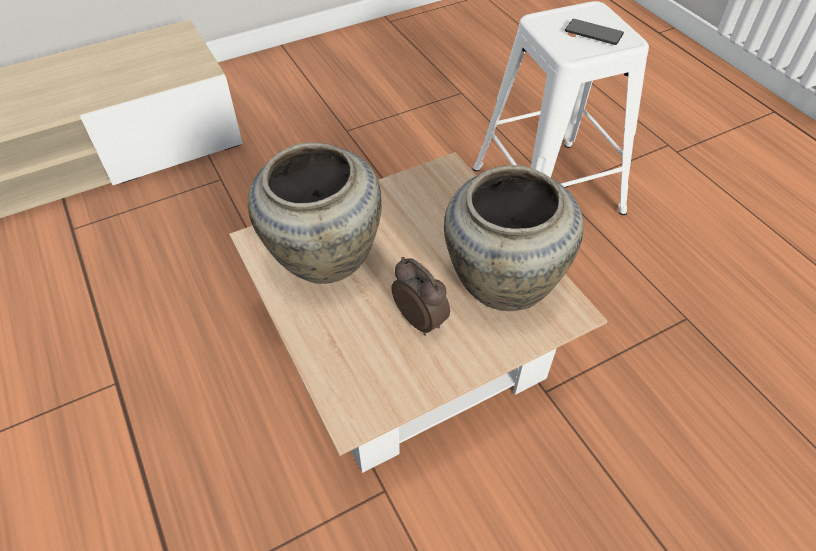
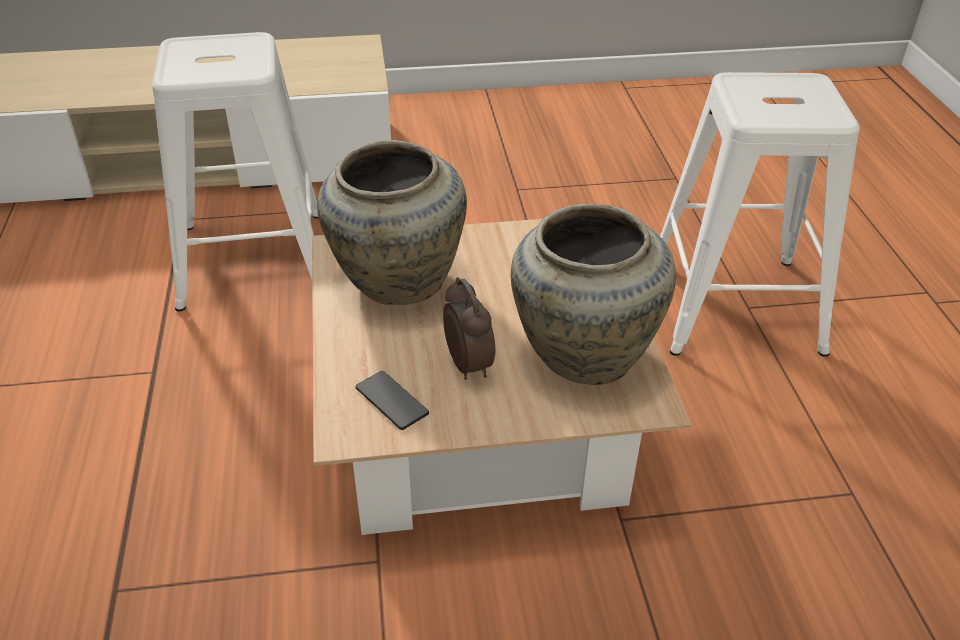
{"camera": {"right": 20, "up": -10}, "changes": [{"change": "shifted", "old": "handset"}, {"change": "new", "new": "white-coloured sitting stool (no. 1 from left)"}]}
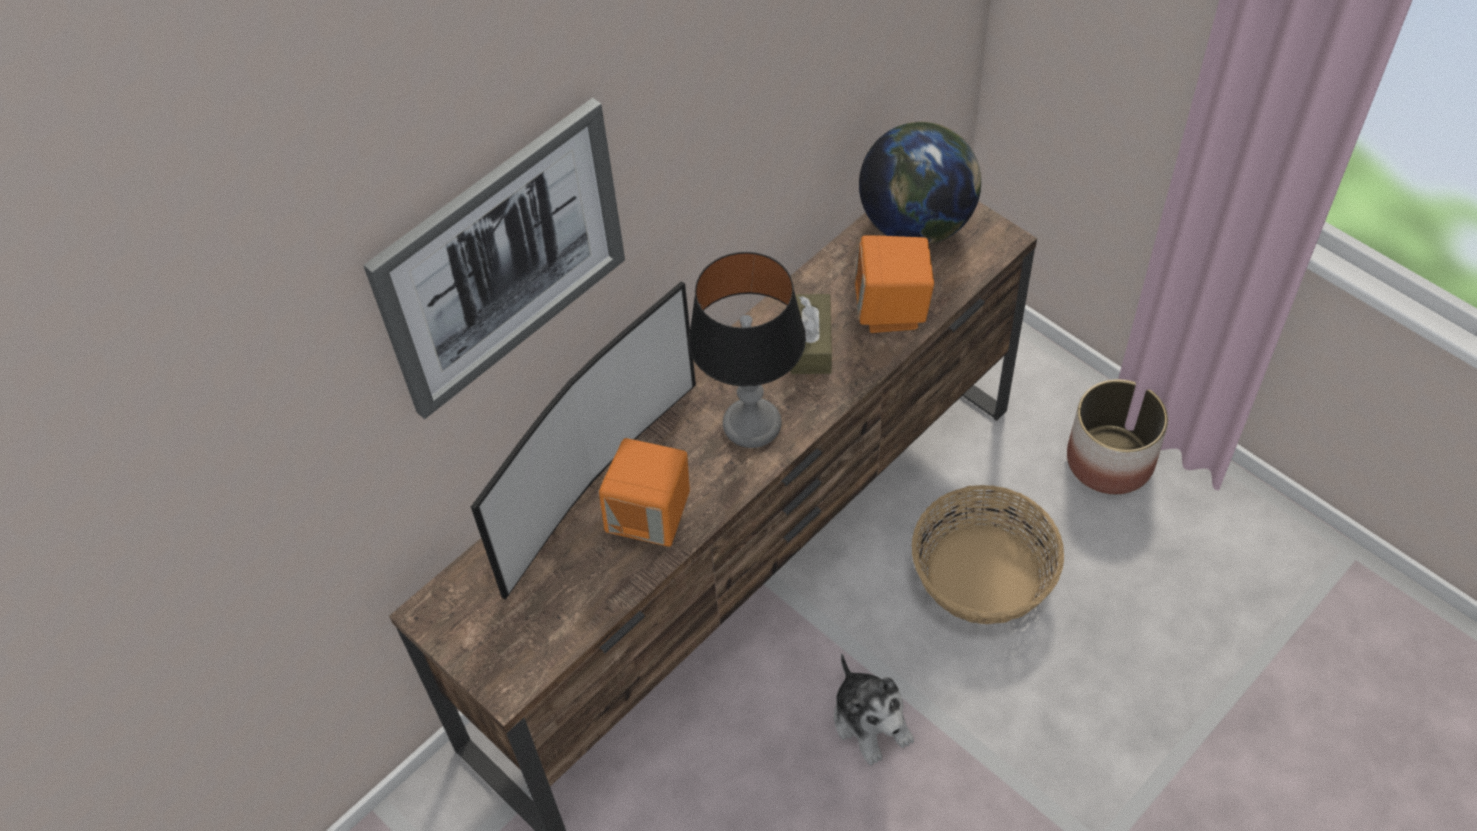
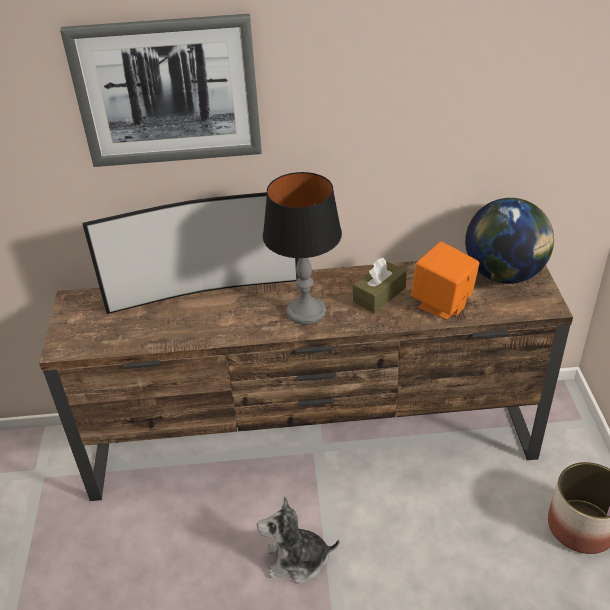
{"camera": {"right": 40, "up": -15}, "changes": [{"change": "gone", "old": "orange speaker (no. 1 from left)"}, {"change": "rotated", "old": "cuddly toy", "degrees": 75}, {"change": "gone", "old": "basket"}]}
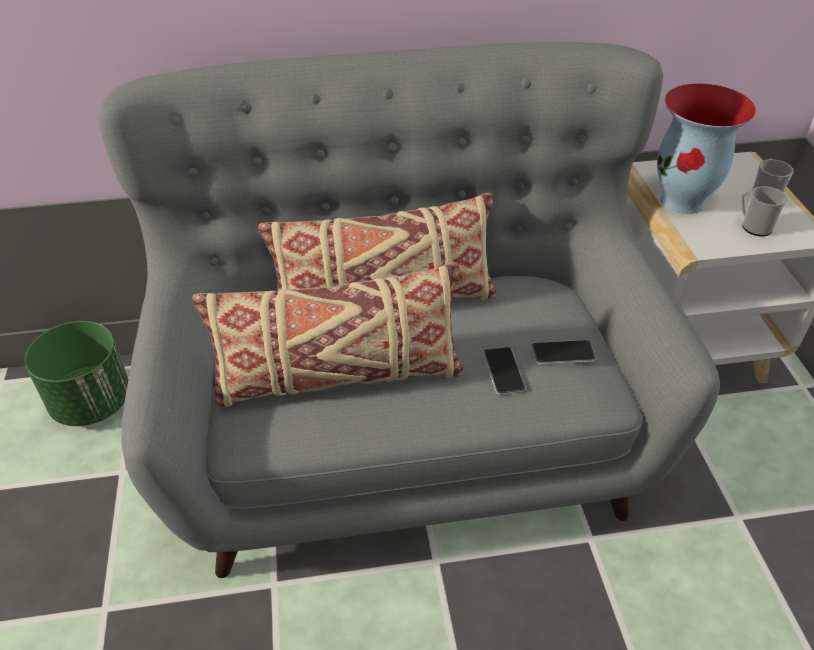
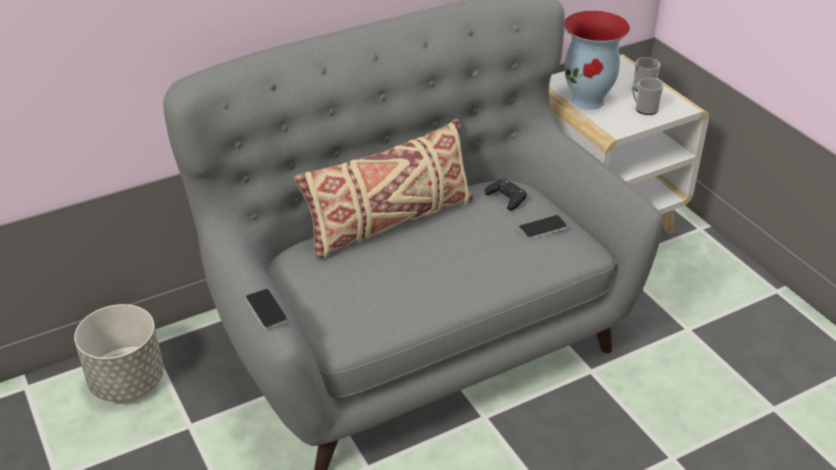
{"camera": {"right": -20, "up": -5}, "changes": [{"change": "repainted", "old": "green flower pot", "new": "gray flower pot"}, {"change": "gone", "old": "sand-coloured pillow (no. 1 from left)"}, {"change": "shifted", "old": "handset (no. 1 from left)"}, {"change": "new", "new": "black-coloured joypad"}]}
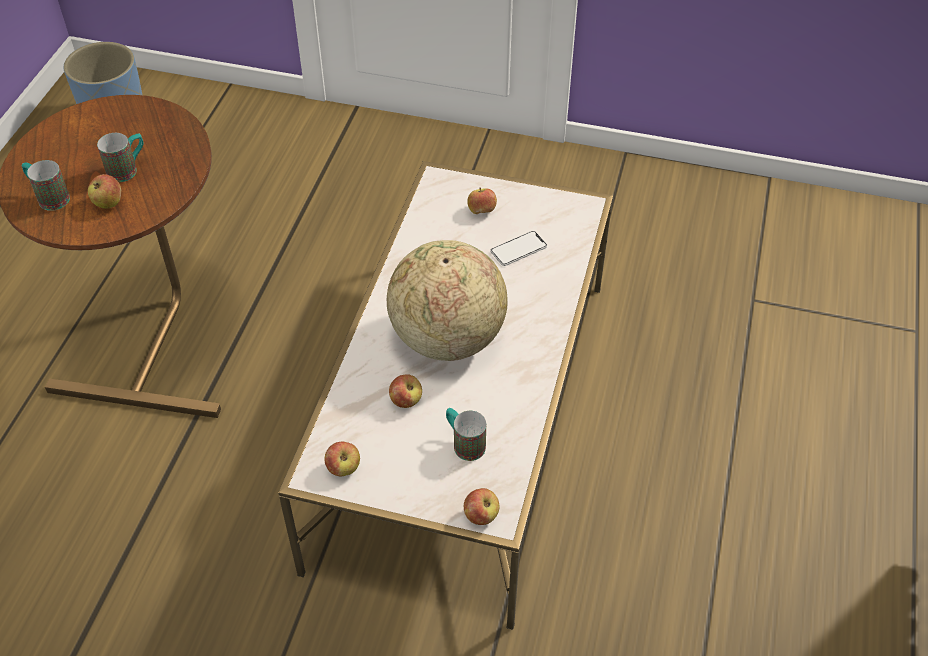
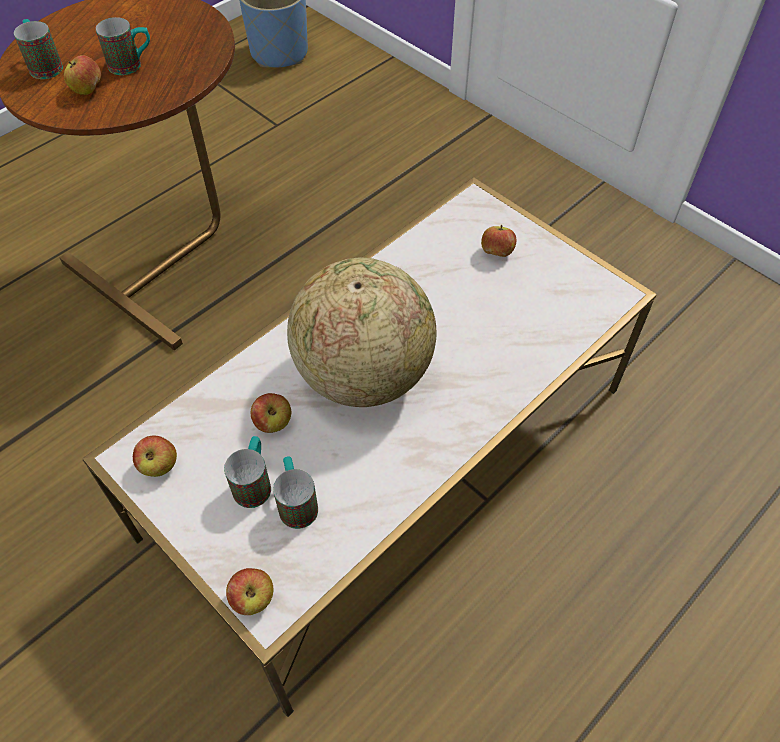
{"camera": {"right": 30, "up": 5}, "changes": [{"change": "gone", "old": "handset"}, {"change": "new", "new": "mug (no. 3 from left)"}]}
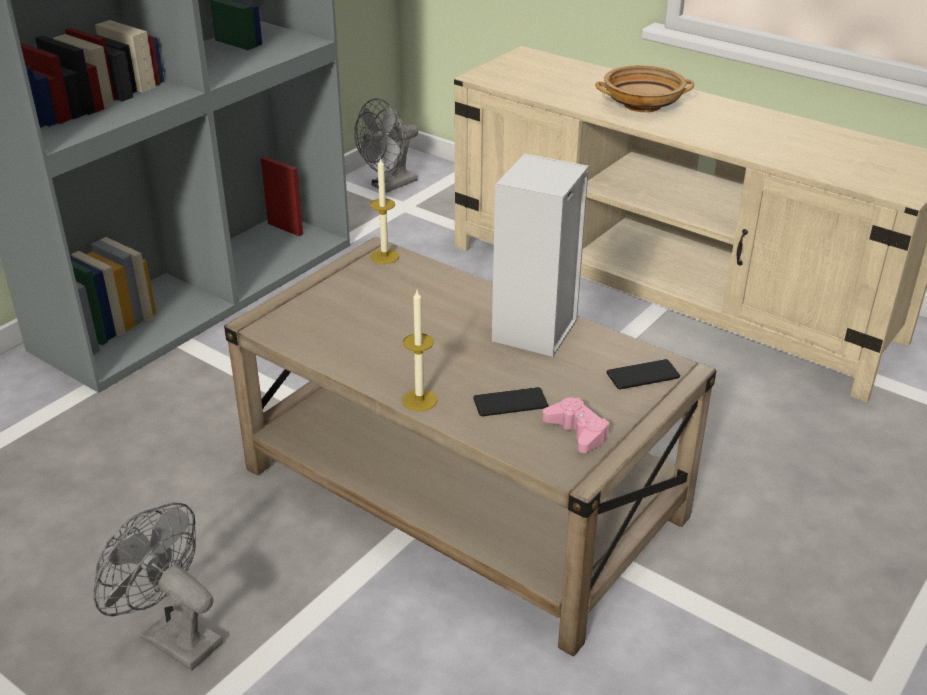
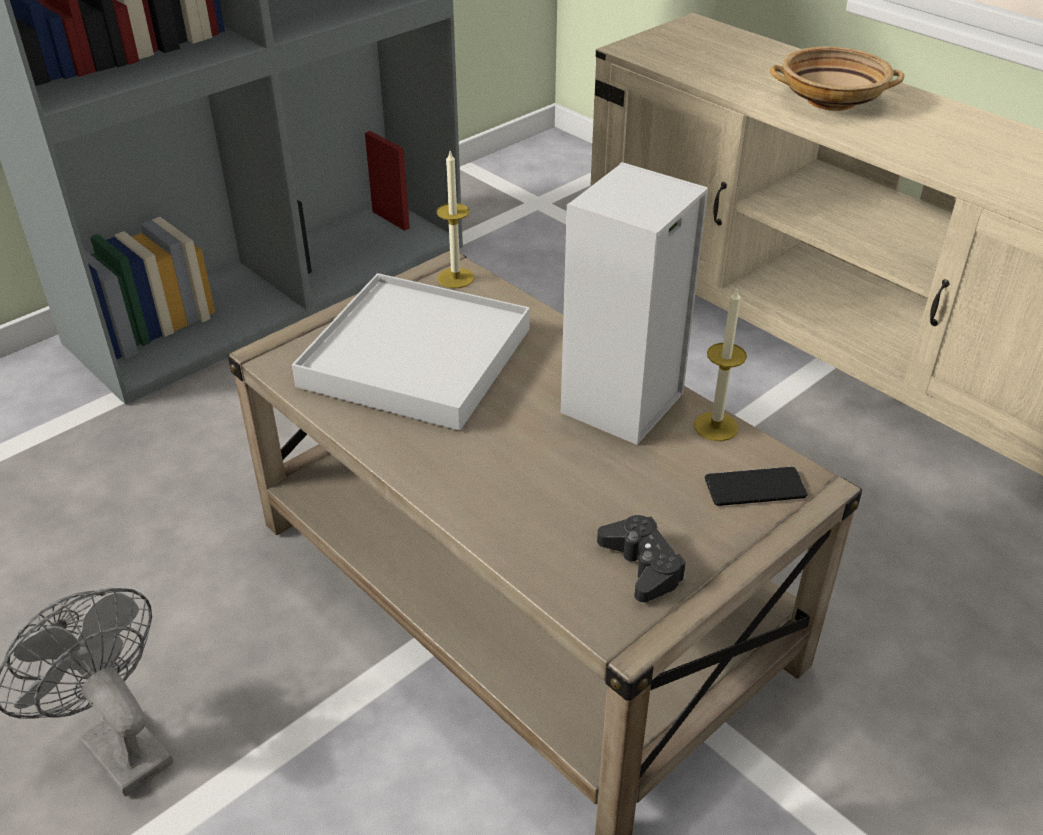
{"camera": {"right": 10, "up": 5}, "changes": [{"change": "gone", "old": "gray cooling fan (no. 2 from left)"}, {"change": "shifted", "old": "wax light (no. 2 from left)"}, {"change": "gone", "old": "handset (no. 1 from left)"}, {"change": "repainted", "old": "pinkish joypad", "new": "black-coloured joypad"}, {"change": "new", "new": "white-coloured carrying tray"}]}
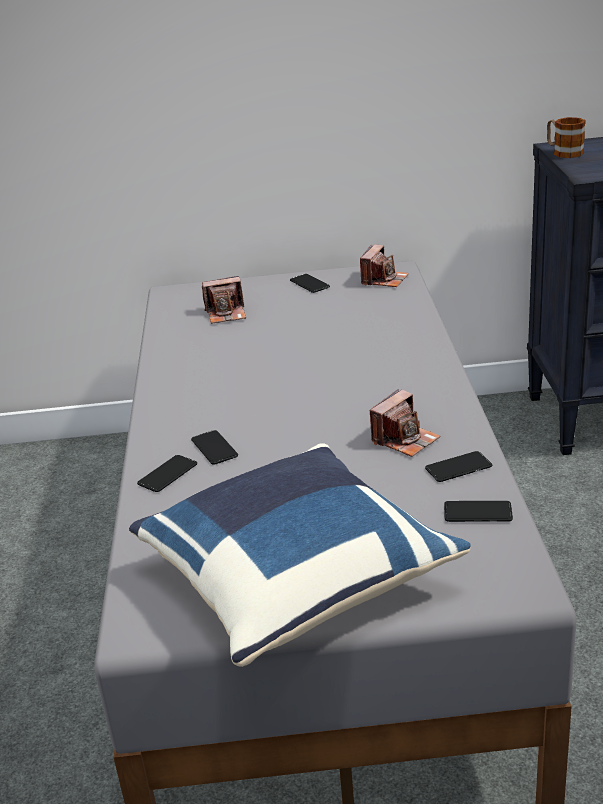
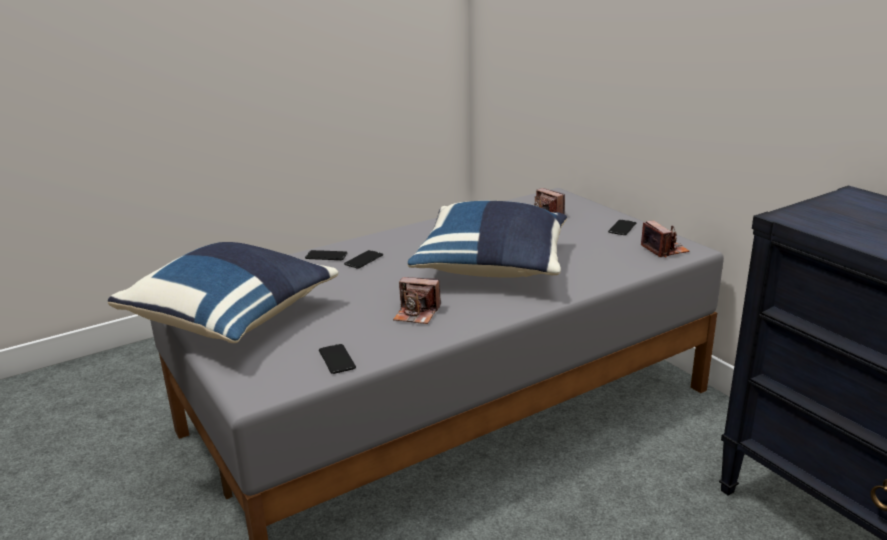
{"camera": {"right": 60, "up": -5}, "changes": [{"change": "rotated", "old": "still camera (no. 2 from left in the first image)", "degrees": -105}, {"change": "gone", "old": "handset (no. 4 from left)"}, {"change": "gone", "old": "mug"}, {"change": "new", "new": "blue-coloured pillow (no. 2 from left)"}]}
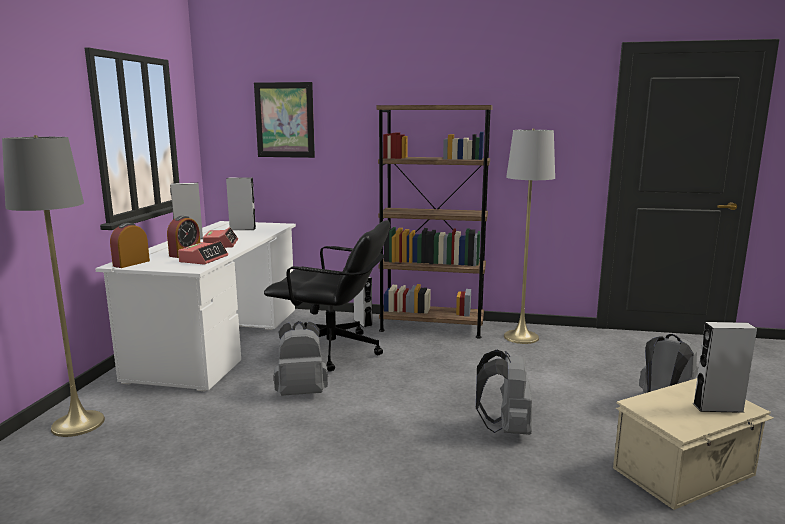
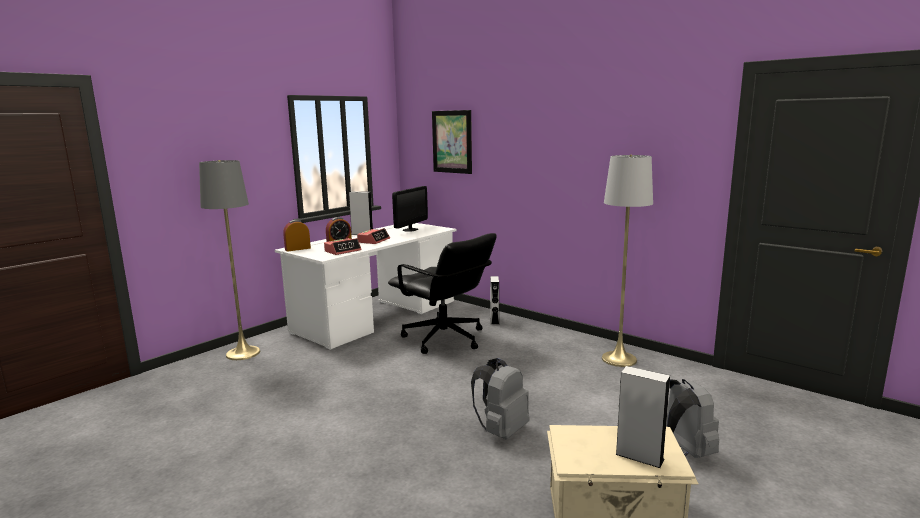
{"camera": {"right": 30, "up": 0}, "changes": [{"change": "swapped", "old": "gray speaker (no. 2 from left)", "new": "monitor"}, {"change": "gone", "old": "gray rucksack (no. 1 from left)"}, {"change": "gone", "old": "brown bookshelf"}]}
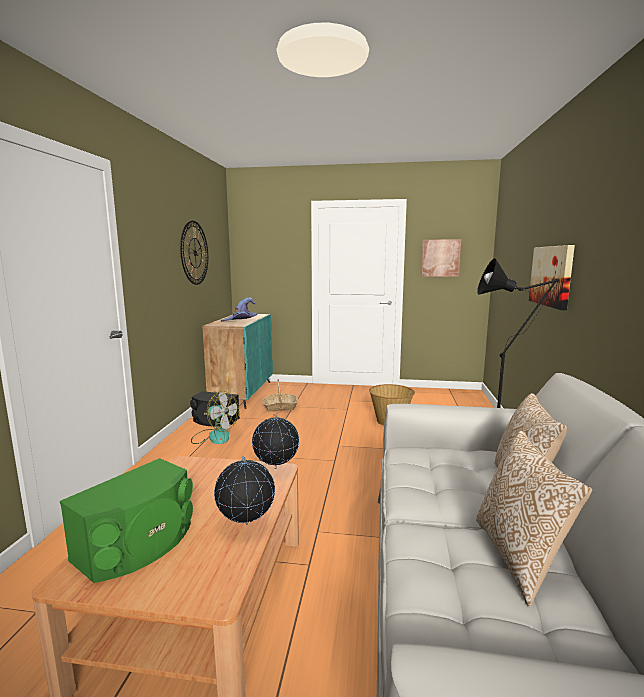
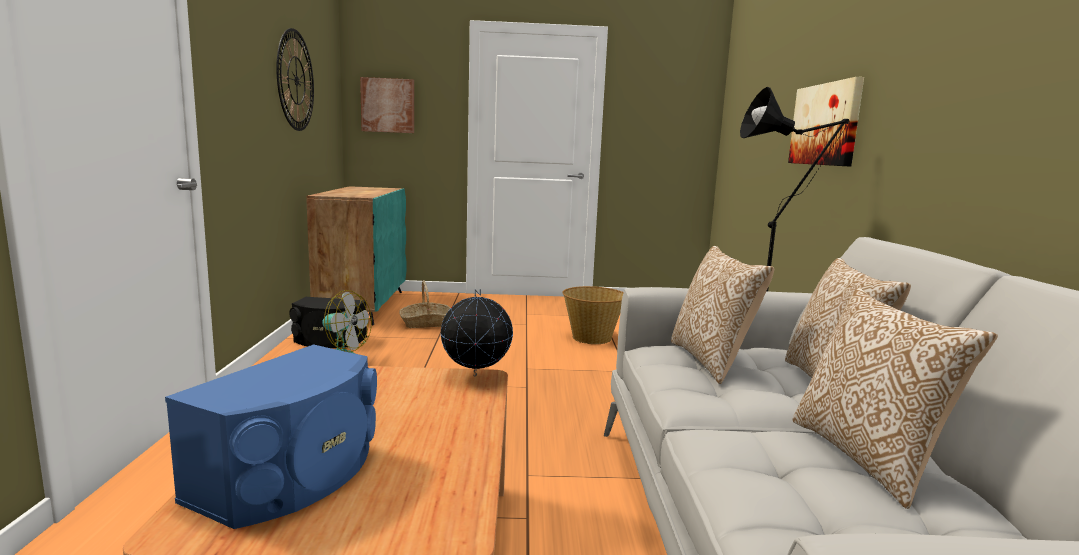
{"camera": {"right": -10, "up": 0}, "changes": [{"change": "repainted", "old": "green speaker", "new": "blue-coloured speaker"}, {"change": "gone", "old": "world globe (no. 1 from left)"}, {"change": "gone", "old": "purple clothing hat"}, {"change": "shifted", "old": "picture (no. 1 from left)"}, {"change": "new", "new": "pillow (no. 1 from left)"}]}
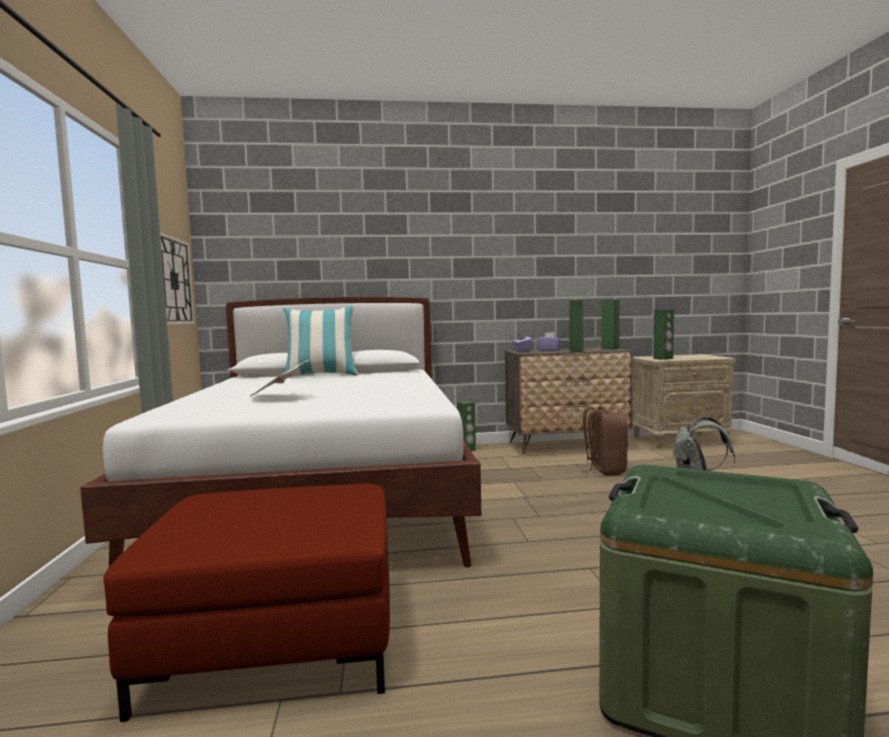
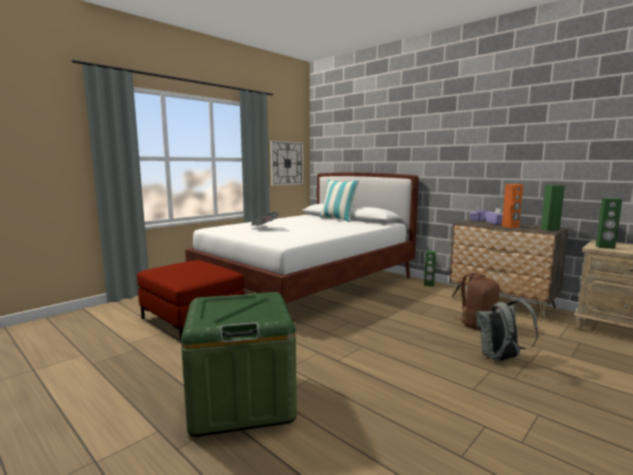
{"camera": {"right": 50, "up": 5}, "changes": [{"change": "repainted", "old": "green speaker (no. 2 from left)", "new": "orange speaker"}]}
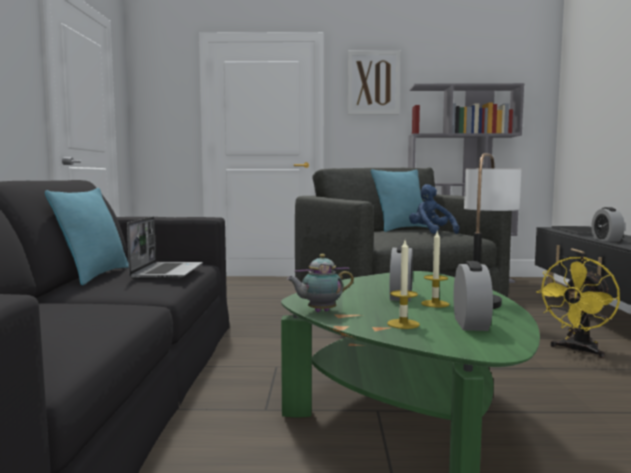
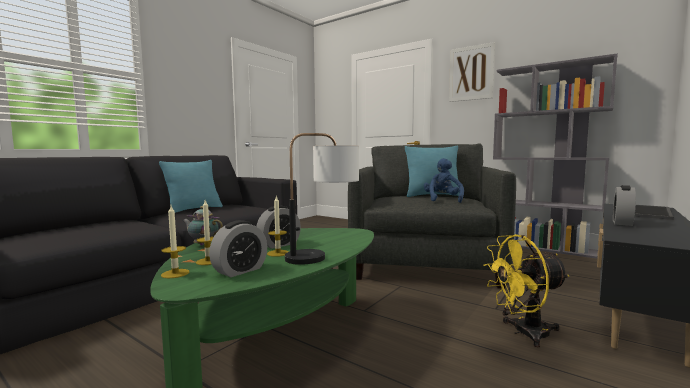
{"camera": {"right": 35, "up": 0}, "changes": [{"change": "gone", "old": "notebook computer"}, {"change": "new", "new": "wax light (no. 1 from left)"}]}
